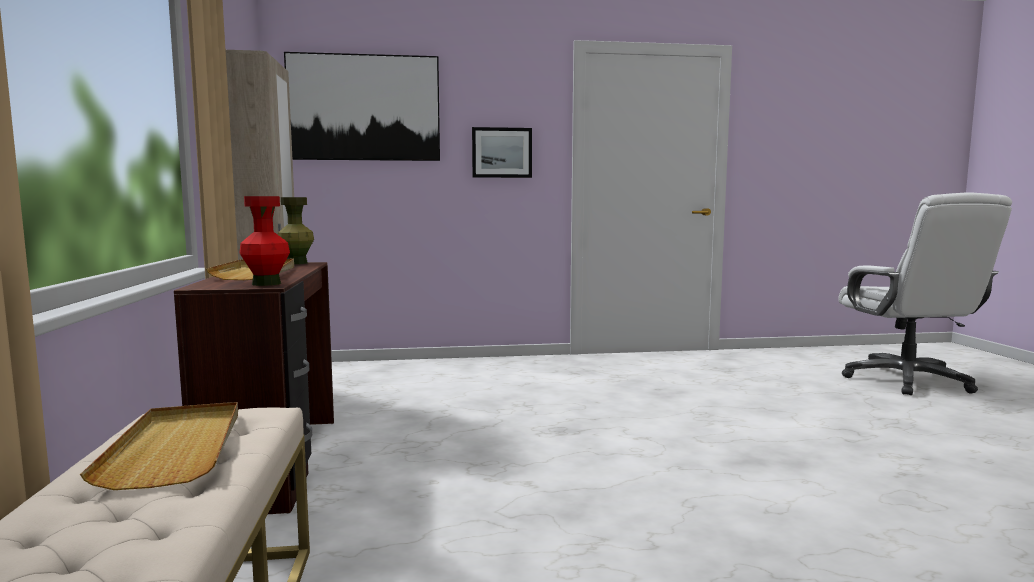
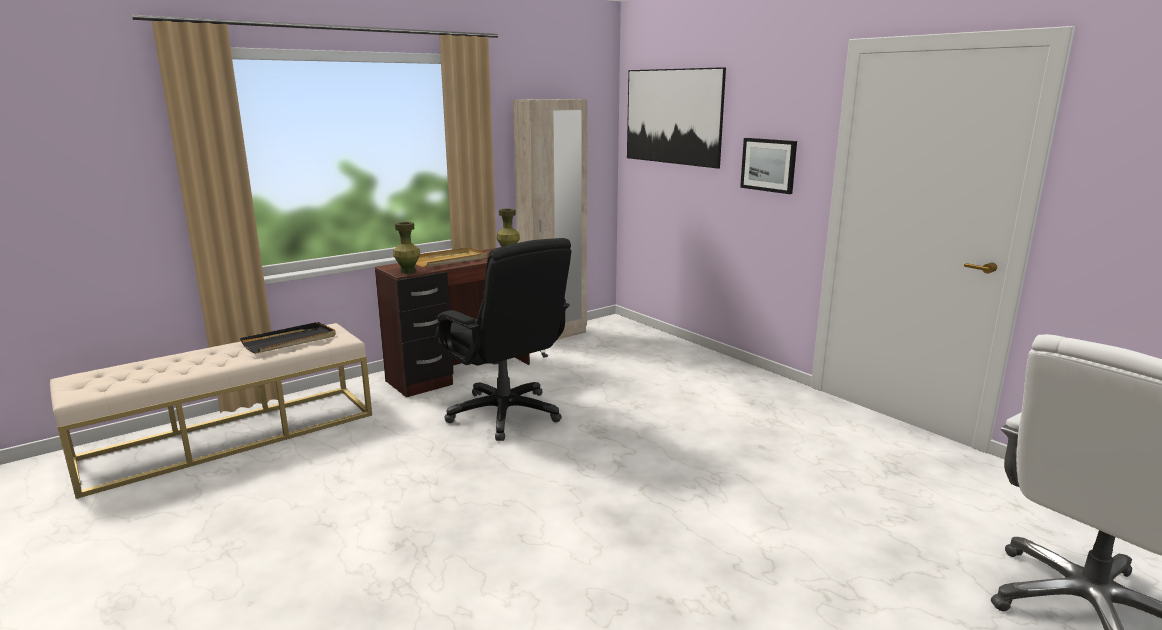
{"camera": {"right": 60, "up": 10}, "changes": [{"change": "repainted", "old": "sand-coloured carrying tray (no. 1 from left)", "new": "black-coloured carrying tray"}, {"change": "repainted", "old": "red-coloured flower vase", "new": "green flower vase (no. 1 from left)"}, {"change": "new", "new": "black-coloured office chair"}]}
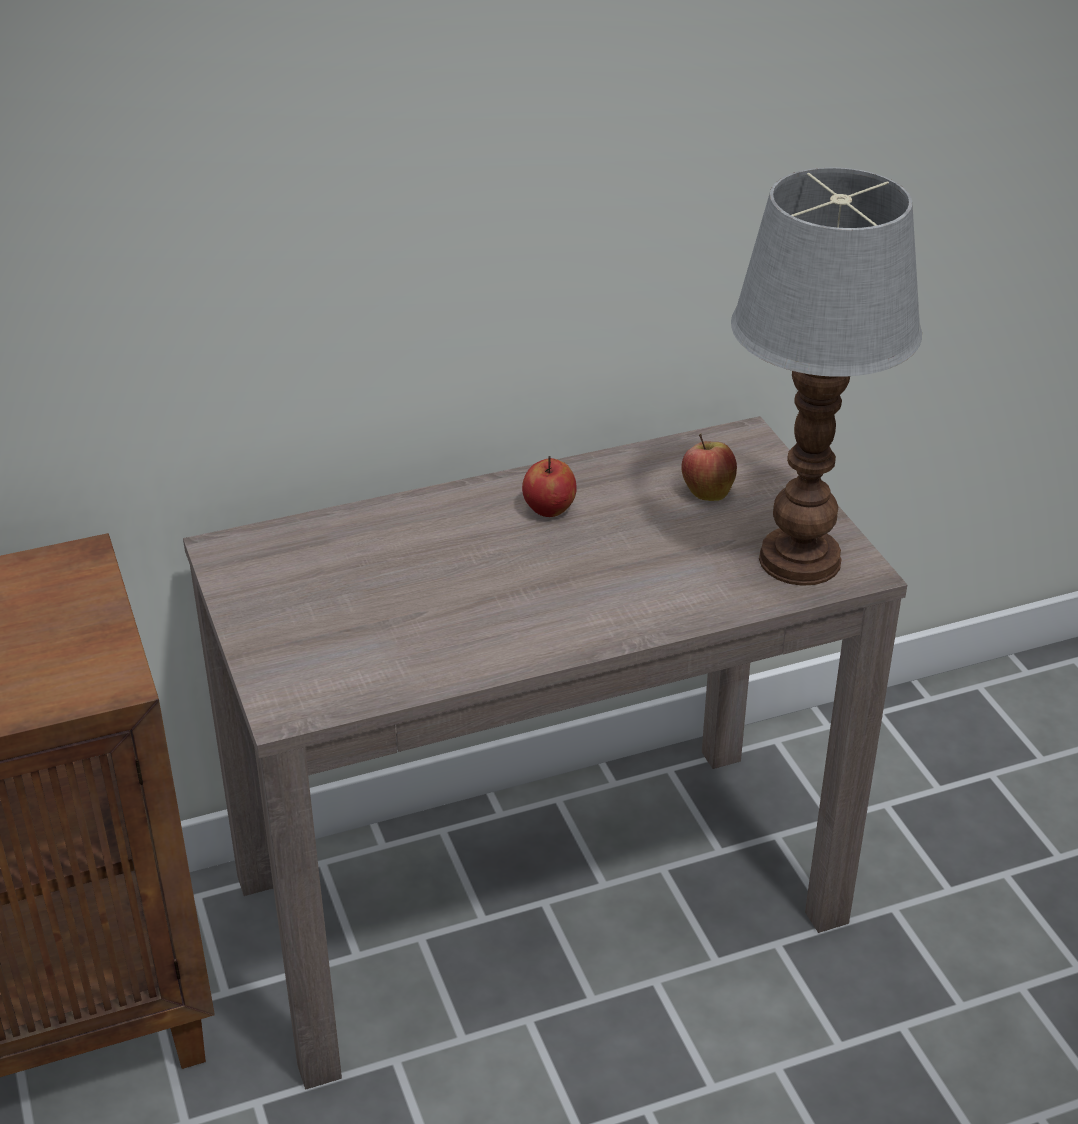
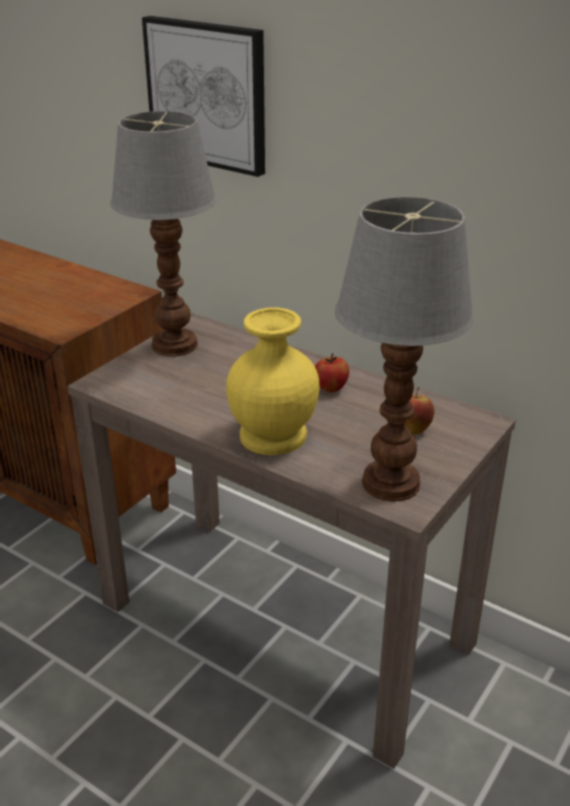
{"camera": {"right": 55, "up": -5}, "changes": [{"change": "new", "new": "table lamp (no. 1 from left)"}, {"change": "new", "new": "picture"}, {"change": "new", "new": "yellowish flower vase"}]}
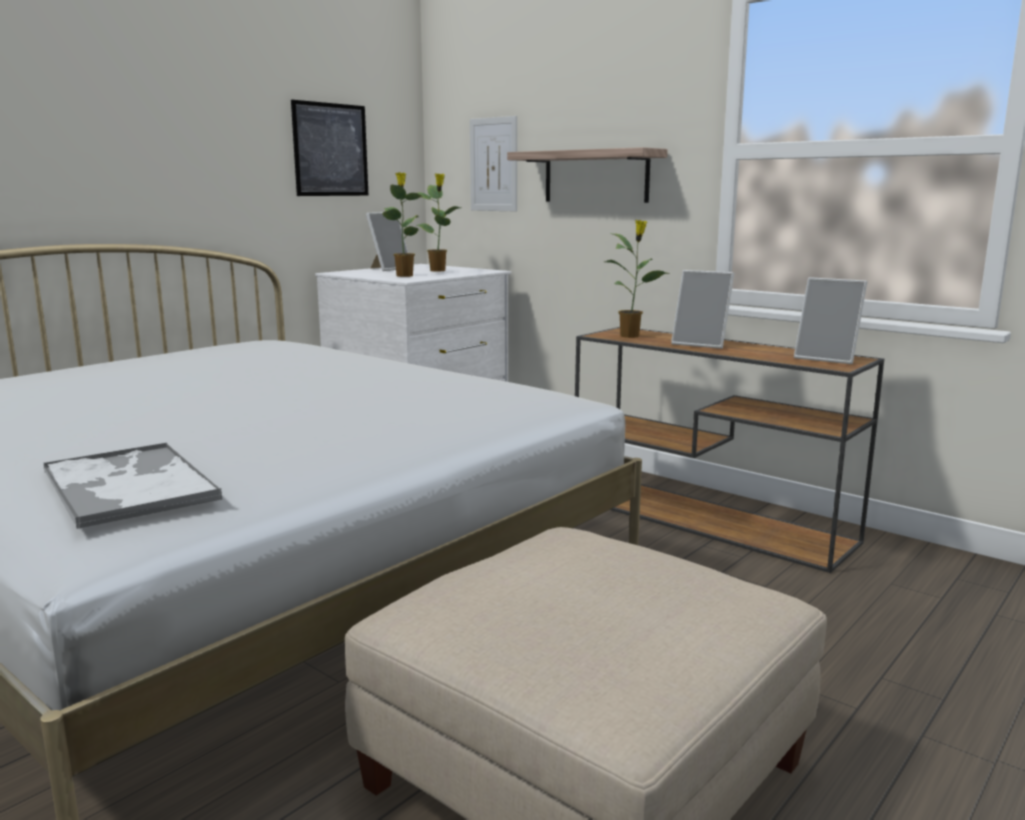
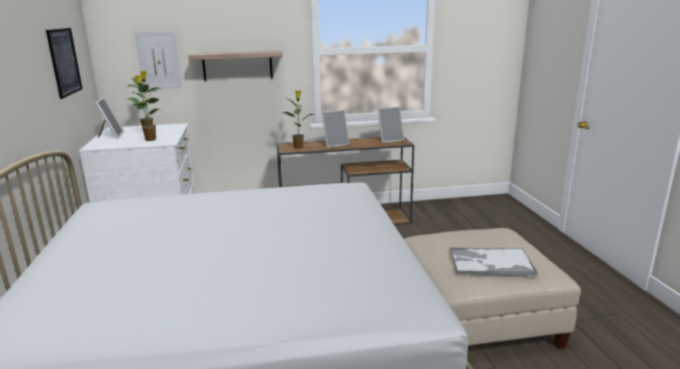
{"camera": {"right": -50, "up": 5}, "changes": [{"change": "shifted", "old": "carrying tray"}]}
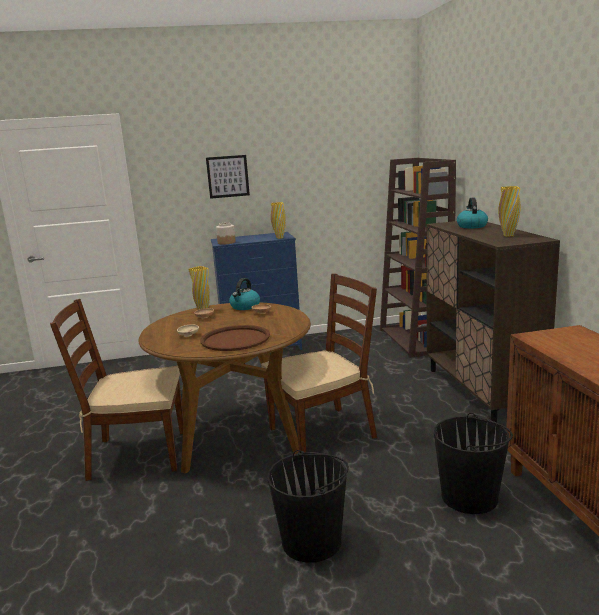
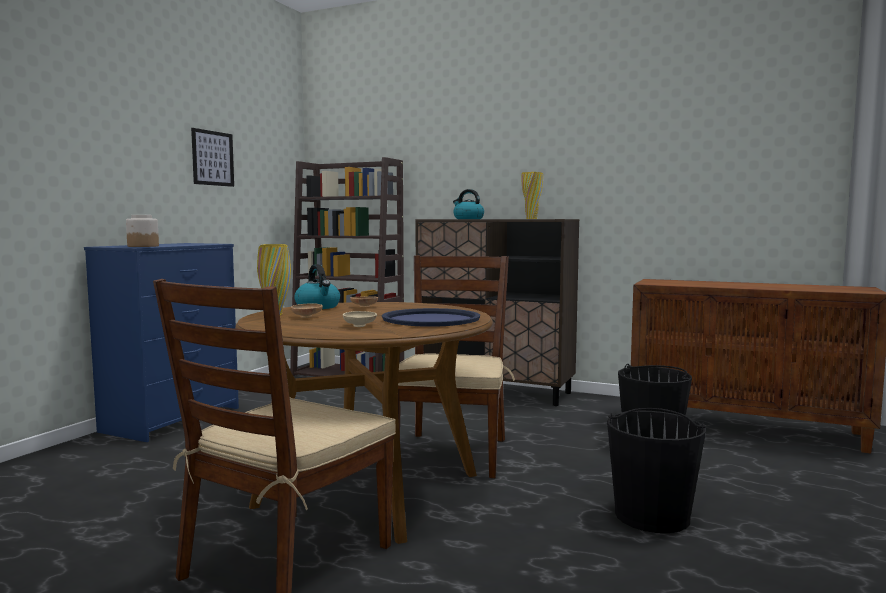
{"camera": {"right": -55, "up": -10}, "changes": [{"change": "repainted", "old": "brown carrying tray", "new": "blue-coloured carrying tray"}, {"change": "shifted", "old": "picture"}, {"change": "gone", "old": "yellowish flower vase (no. 2 from left)"}]}
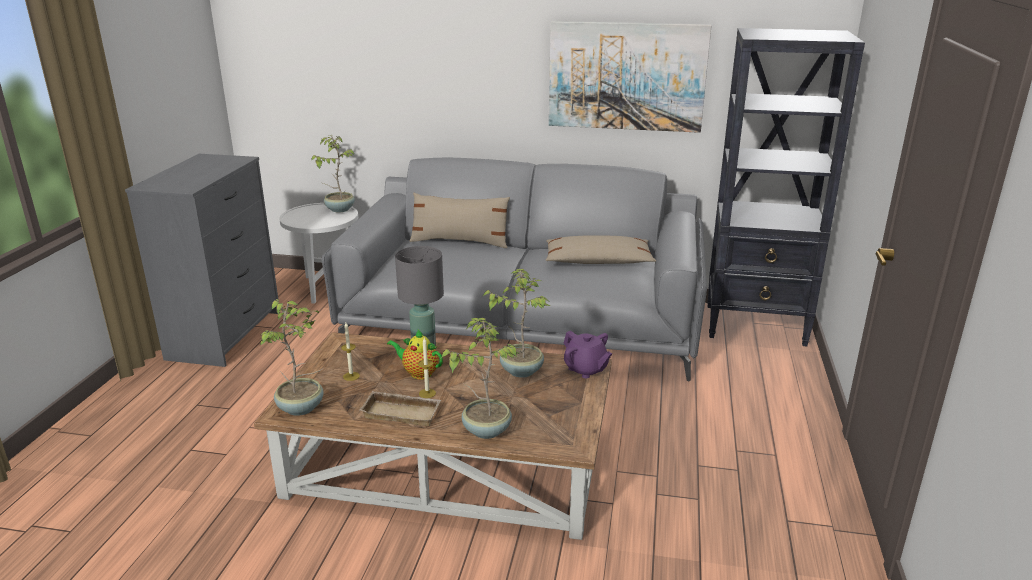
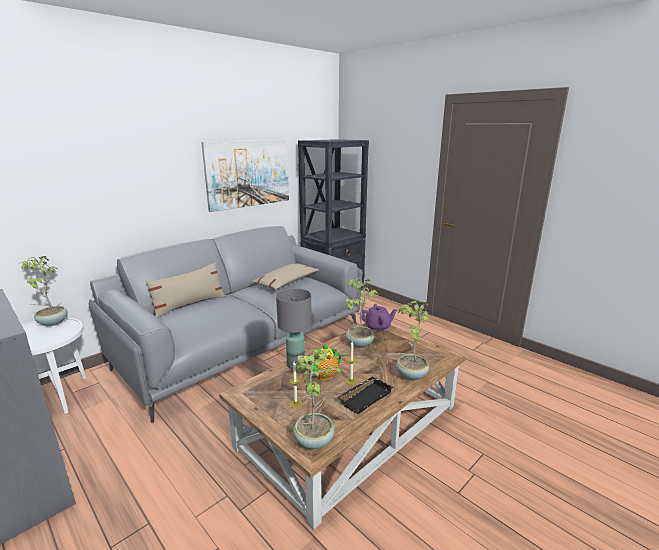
{"camera": {"right": -55, "up": -5}, "changes": [{"change": "repainted", "old": "sand-coloured carrying tray", "new": "black-coloured carrying tray"}]}
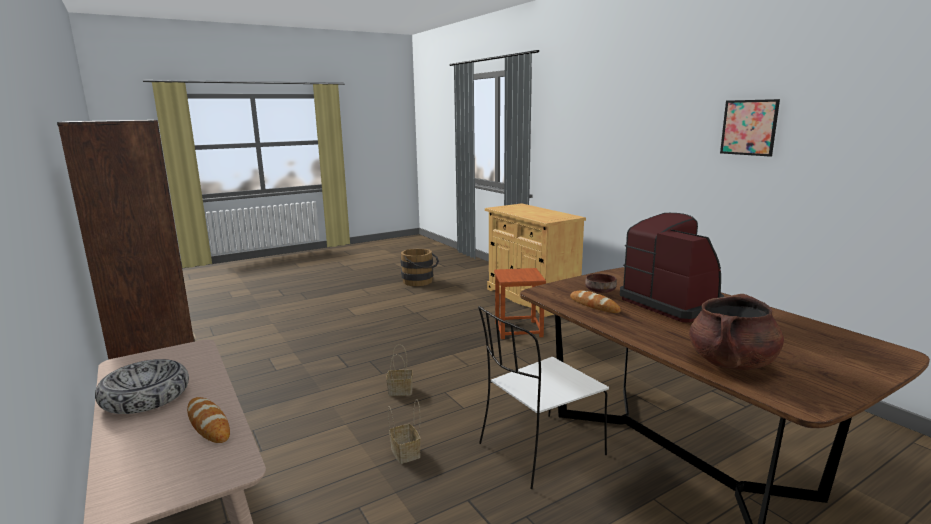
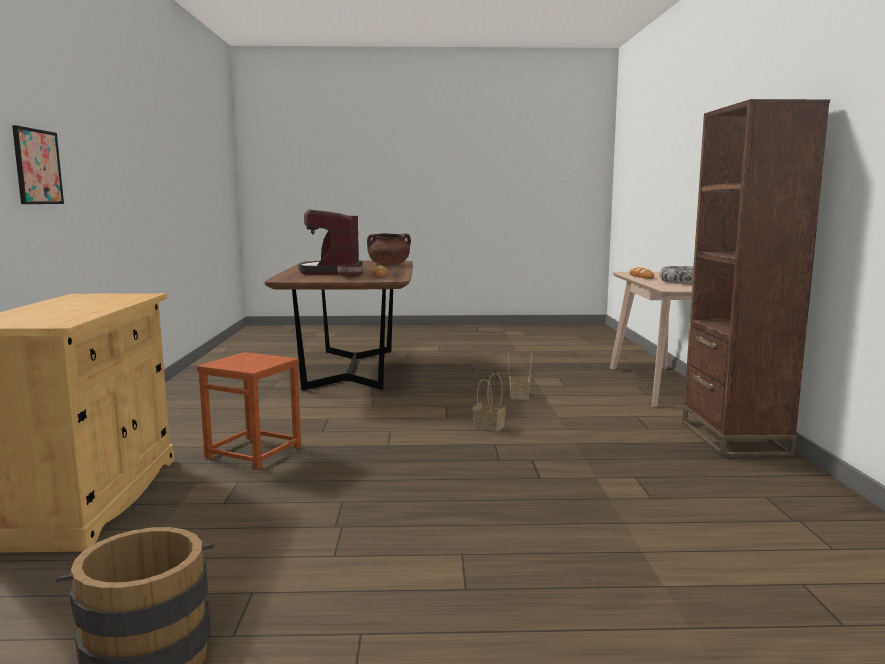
{"camera": {"right": -150, "up": -5}, "changes": [{"change": "gone", "old": "white-coloured upright chair"}, {"change": "shifted", "old": "picture"}]}
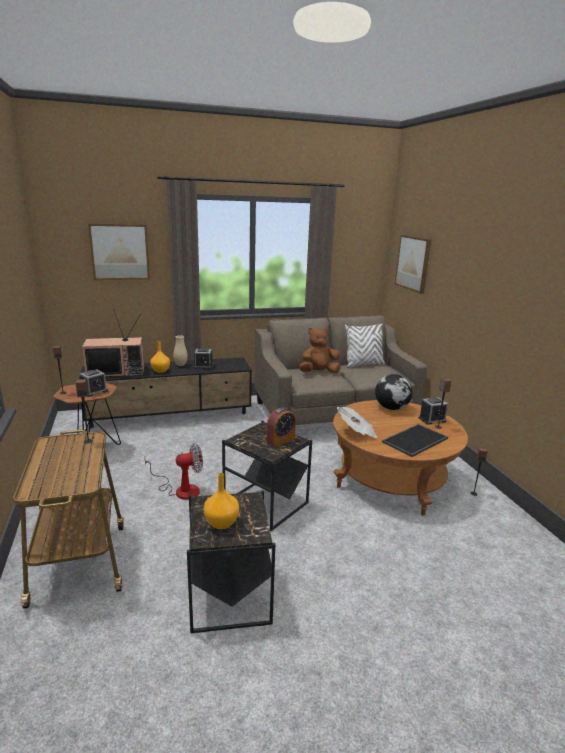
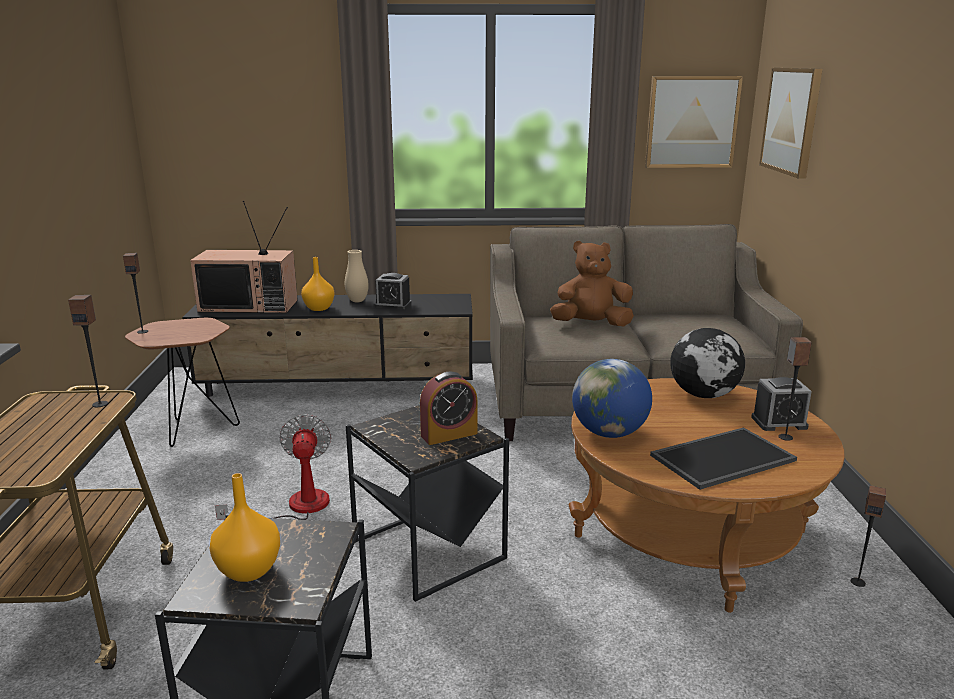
{"camera": {"right": 15, "up": 0}, "changes": [{"change": "gone", "old": "alarm clock (no. 1 from left)"}, {"change": "shifted", "old": "picture (no. 1 from left)"}, {"change": "rotated", "old": "cooling fan", "degrees": -90}, {"change": "swapped", "old": "printed paper", "new": "world globe (no. 1 from left)"}, {"change": "gone", "old": "white-coloured pillow"}]}
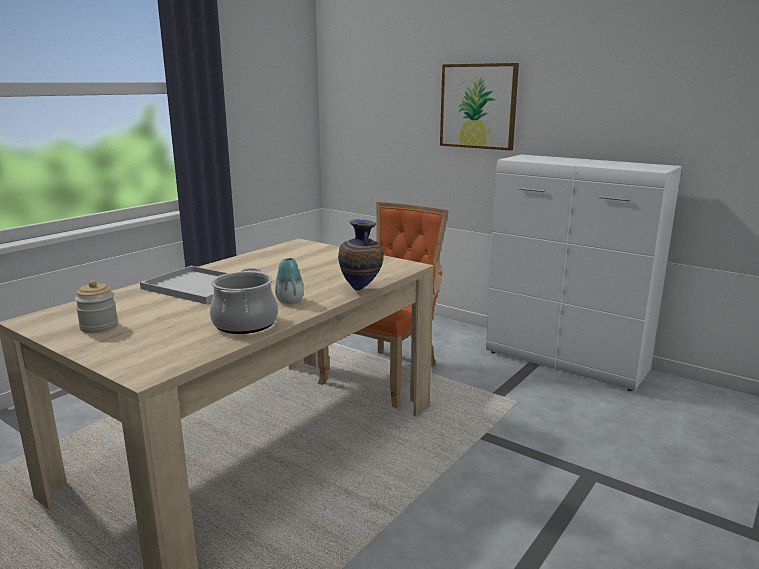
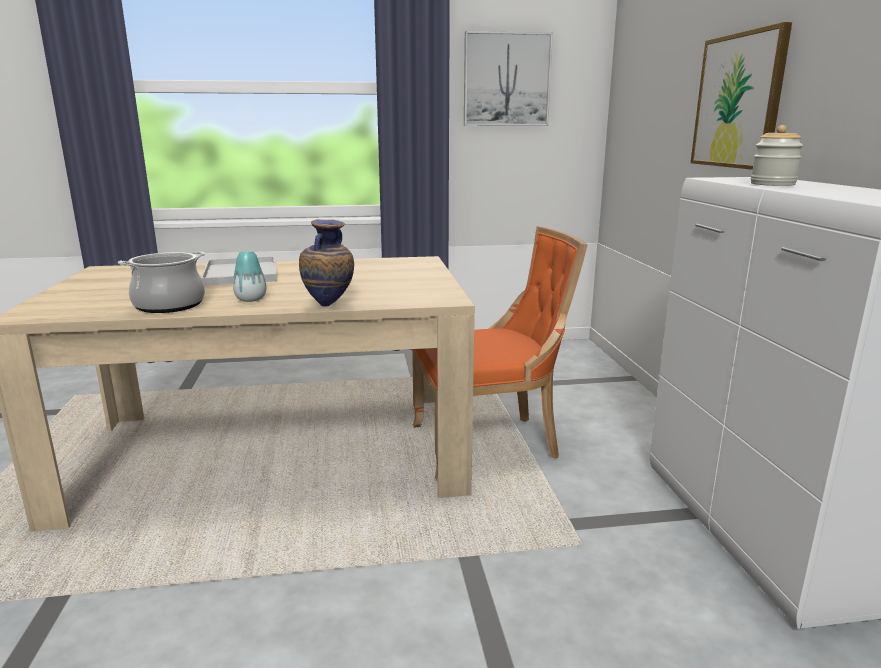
{"camera": {"right": 45, "up": 0}, "changes": [{"change": "shifted", "old": "jar"}, {"change": "new", "new": "picture (no. 1 from left)"}]}
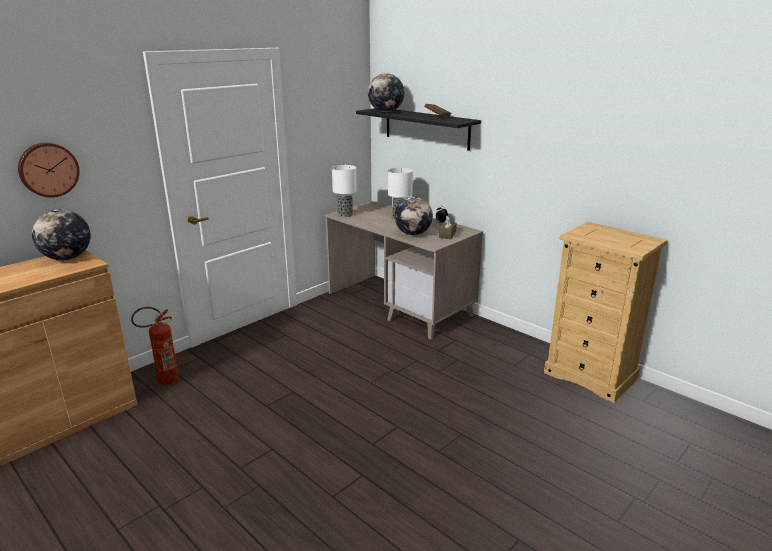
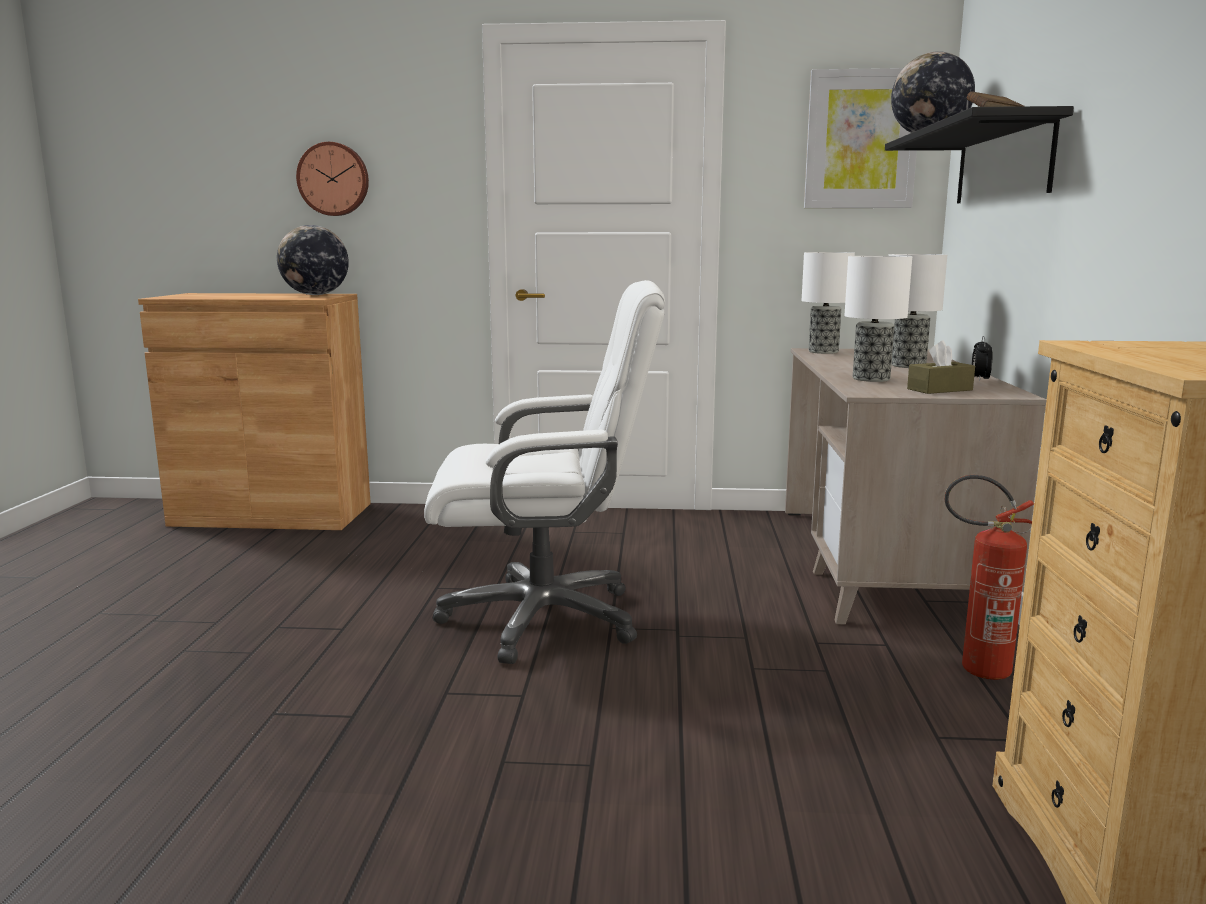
{"camera": {"right": 50, "up": -10}, "changes": [{"change": "shifted", "old": "fire extinguisher"}, {"change": "swapped", "old": "world globe (no. 3 from left)", "new": "table lamp (no. 2 from left)"}, {"change": "new", "new": "white-coloured office chair"}, {"change": "new", "new": "picture"}]}
